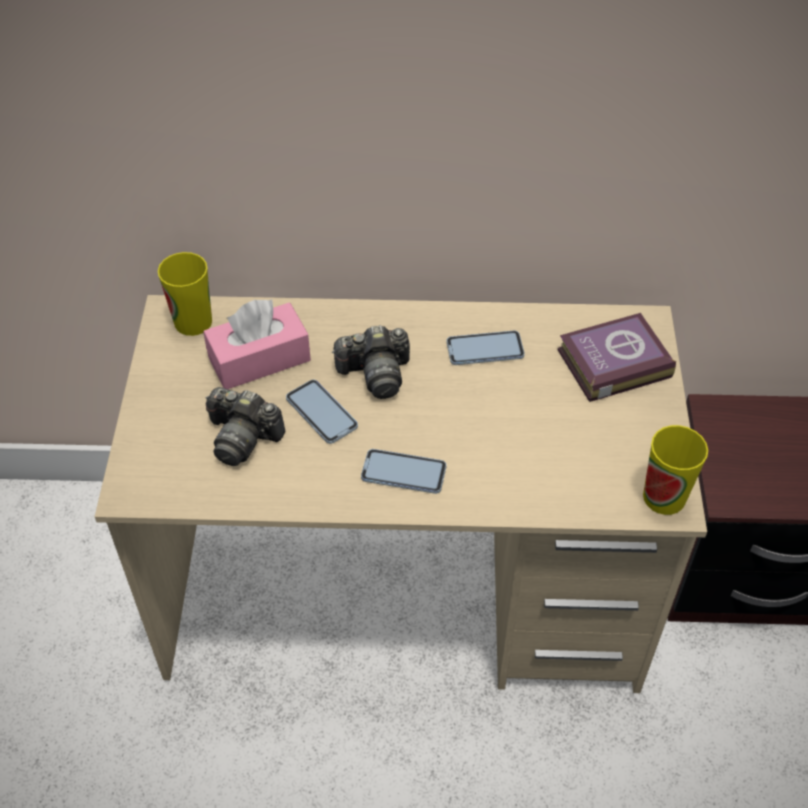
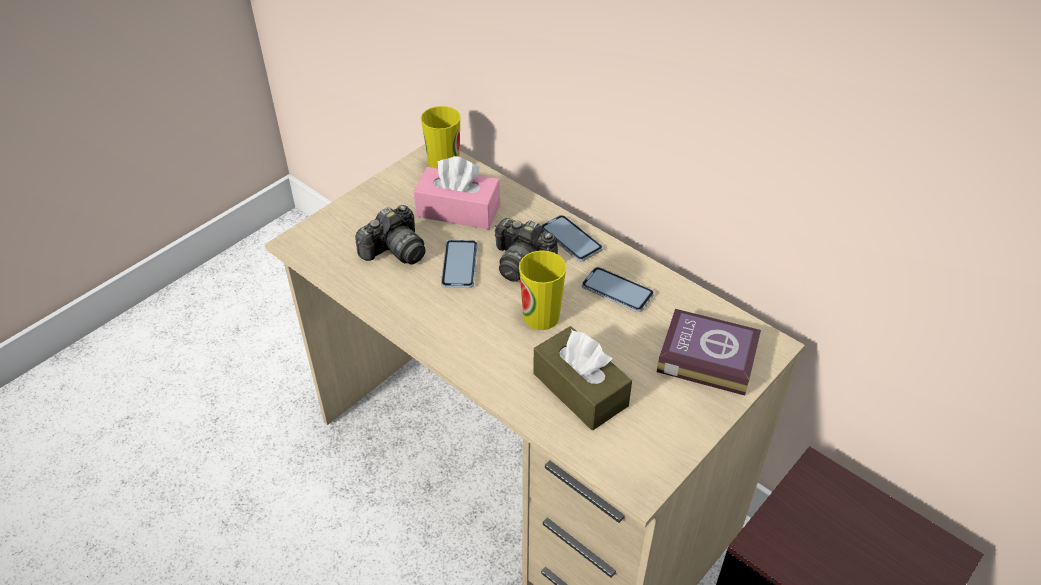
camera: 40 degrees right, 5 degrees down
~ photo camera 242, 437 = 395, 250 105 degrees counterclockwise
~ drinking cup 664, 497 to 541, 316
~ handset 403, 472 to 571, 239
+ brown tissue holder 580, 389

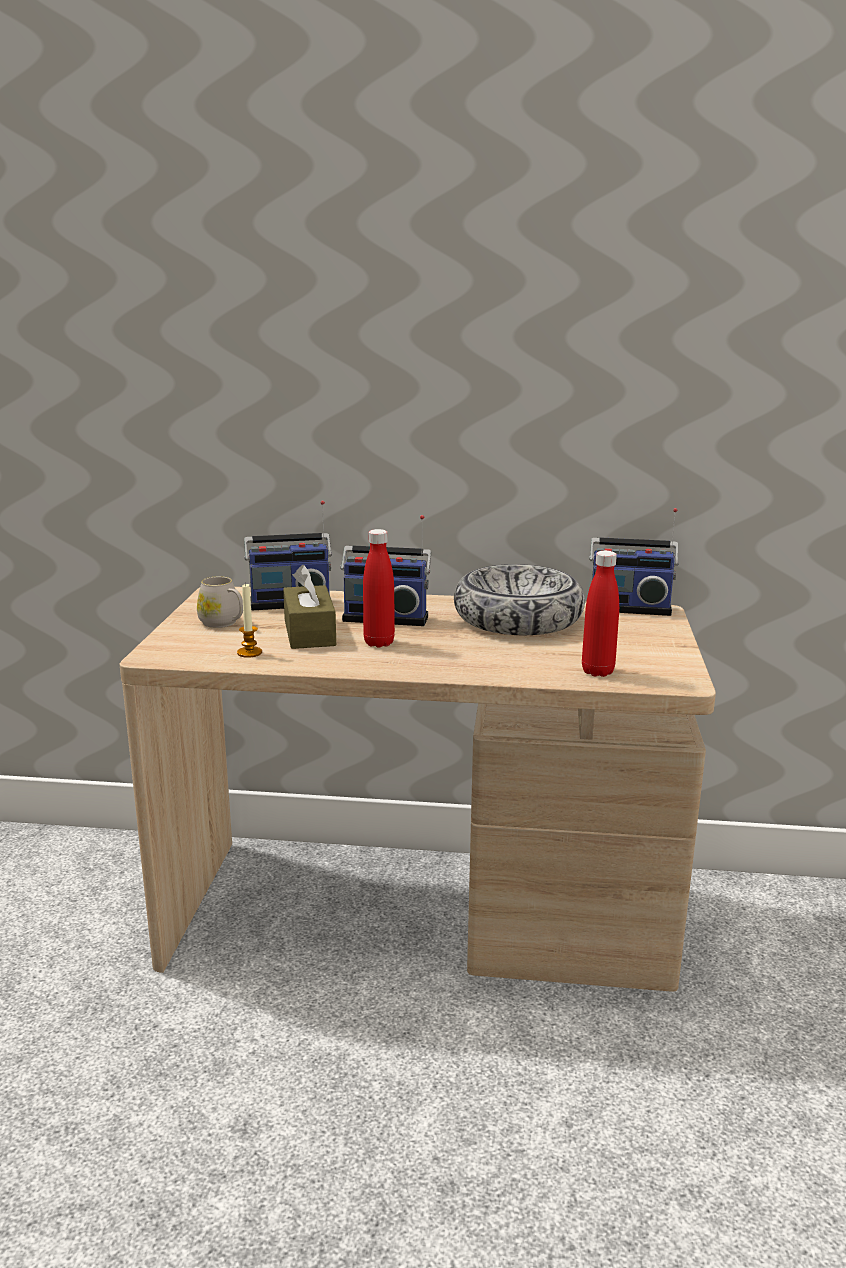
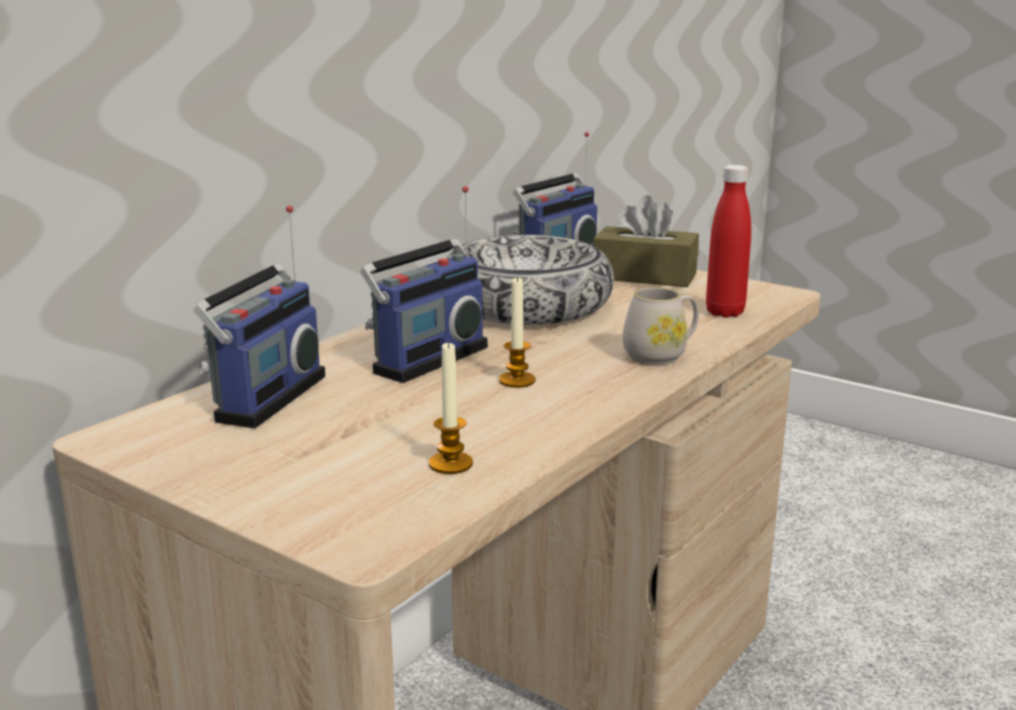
camera: 60 degrees left, 0 degrees up
~ red-coloured drink bottle 379, 643 to candle 517, 381
~ brown tissue holder 309, 633 to 644, 276
~ whitish mug 223, 623 to 661, 355

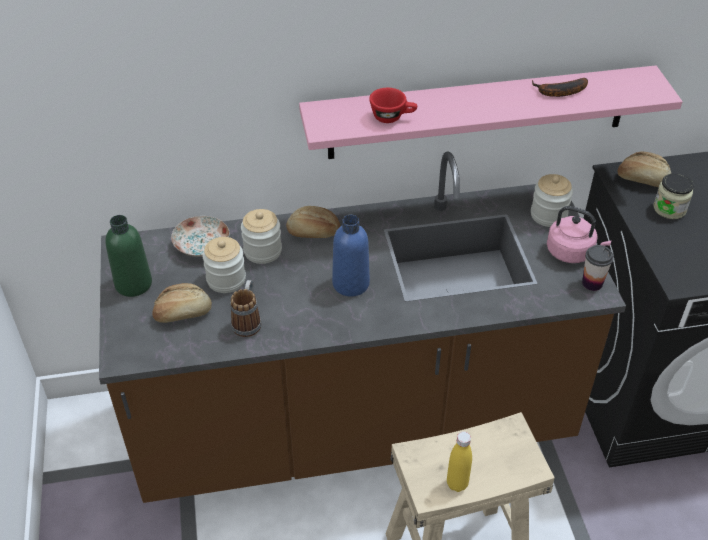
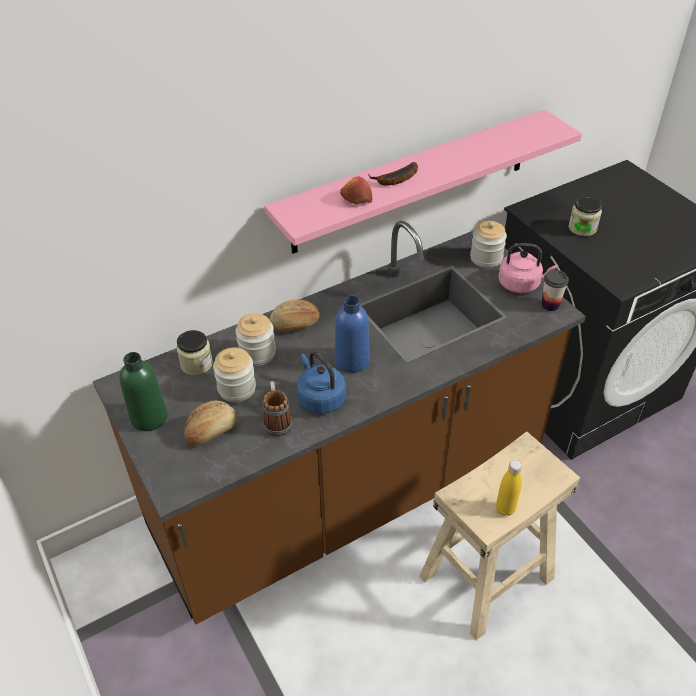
camera: 20 degrees left, 0 degrees up
~ whole banana 559, 92 to 395, 180
~ red-coloured drinking cup 392, 117 to whole apple 356, 199
- bread 642, 179
~ dinner plate 201, 245 to storage jar 196, 364
+ bluish water kettle 320, 398

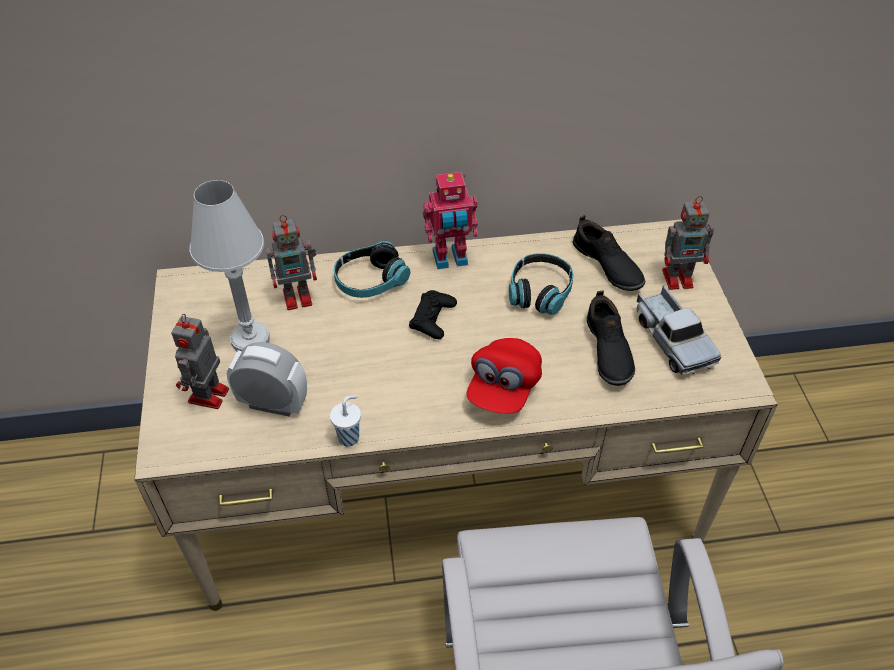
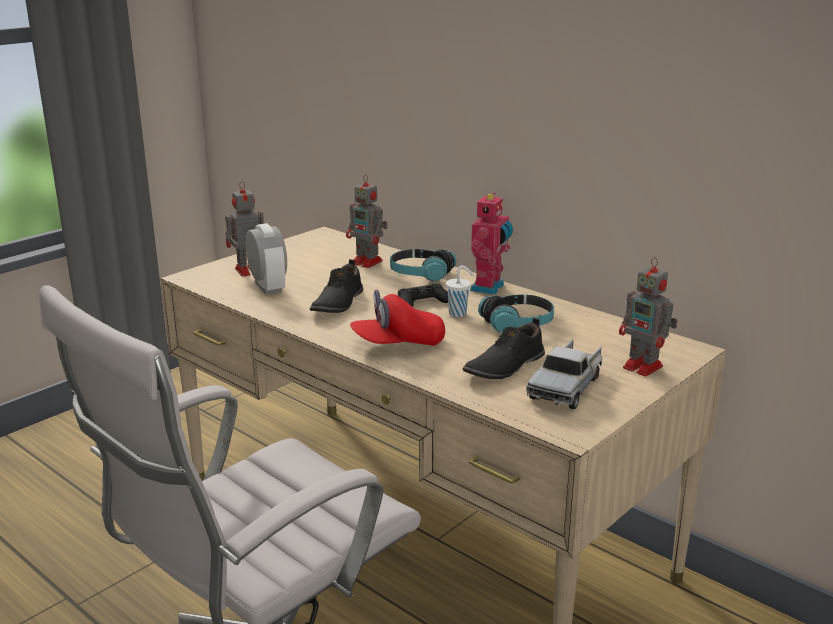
camera: 50 degrees right, 25 degrees down
~ model robot 450, 259 = 489, 288 105 degrees counterclockwise
- whitish table lamp 250, 340
~ blackish shoe 607, 266 to 337, 303
~ whitish drinking cup 349, 437 to 459, 314

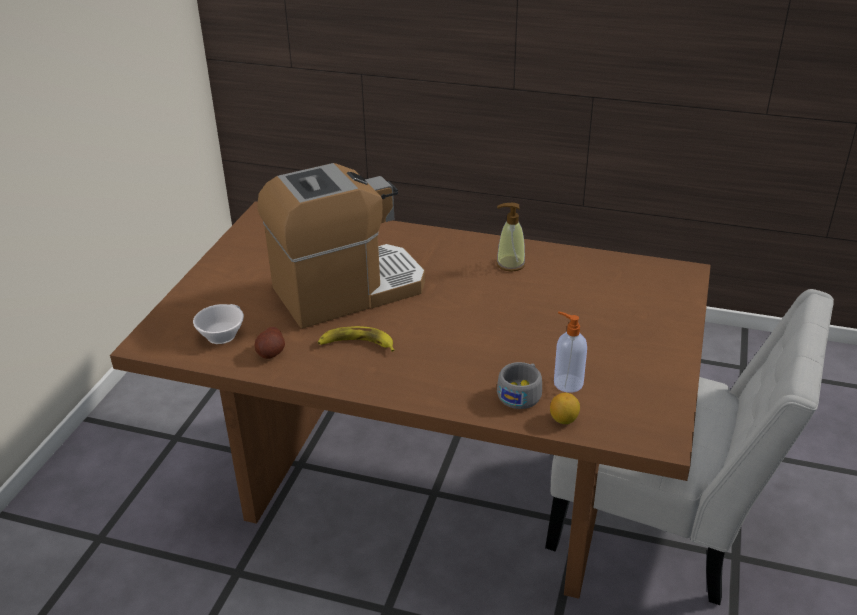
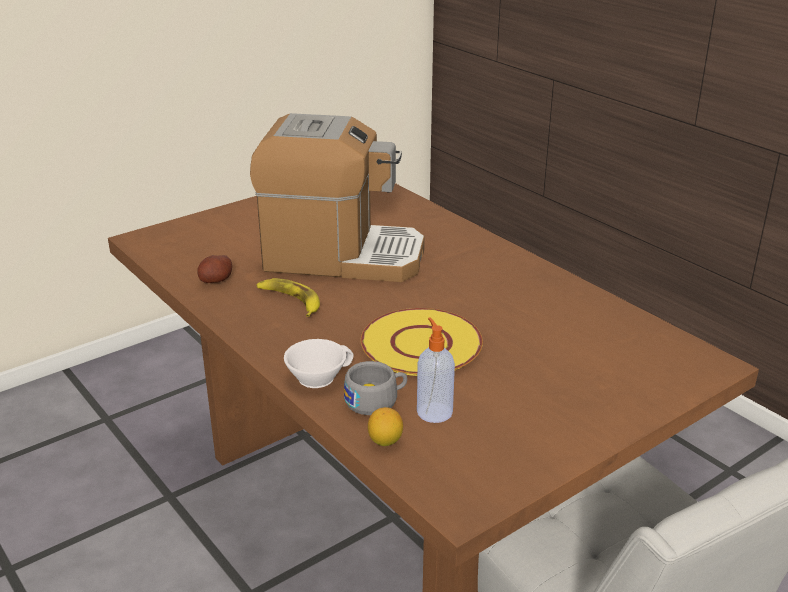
camera: 35 degrees right, 5 degrees down
- soap bottle 510, 264
~ whitish drinking cup 220, 334 to 317, 376
+ yellowish dinner plate 421, 345

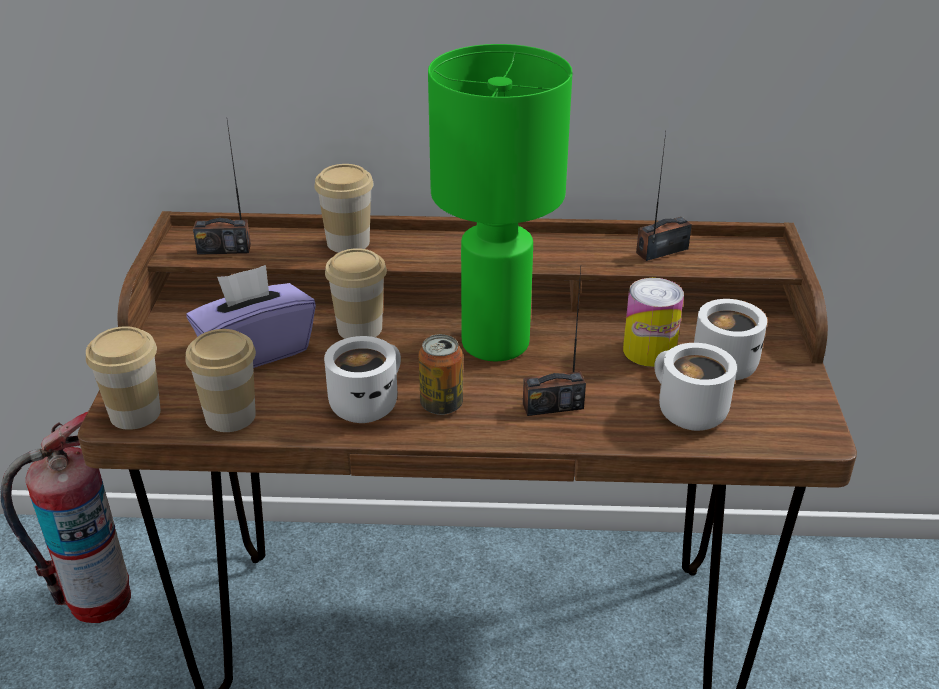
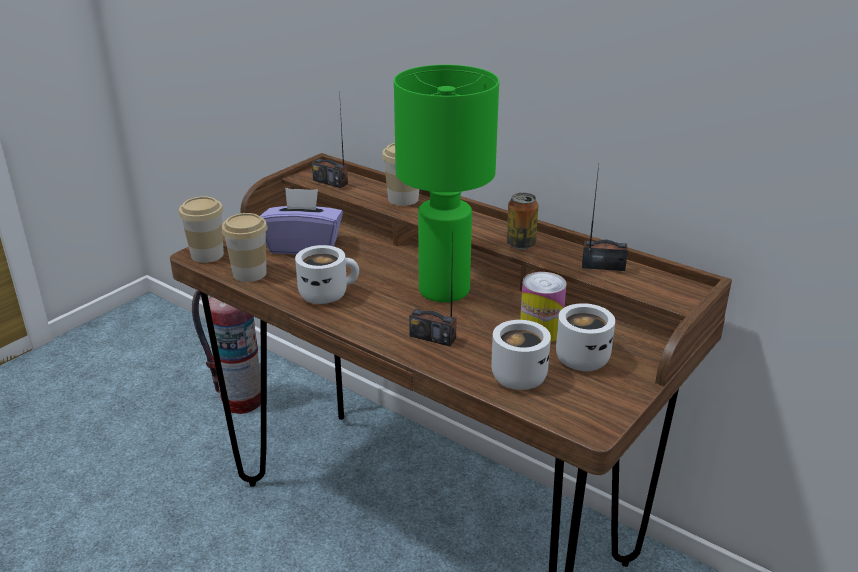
camera: 35 degrees right, 5 degrees down
- drinking cup 359, 328
~ can 441, 405 to 521, 244

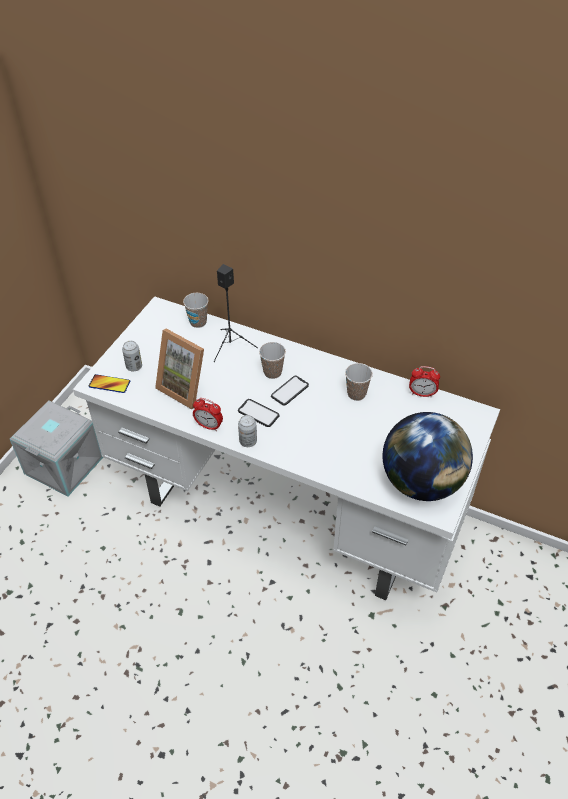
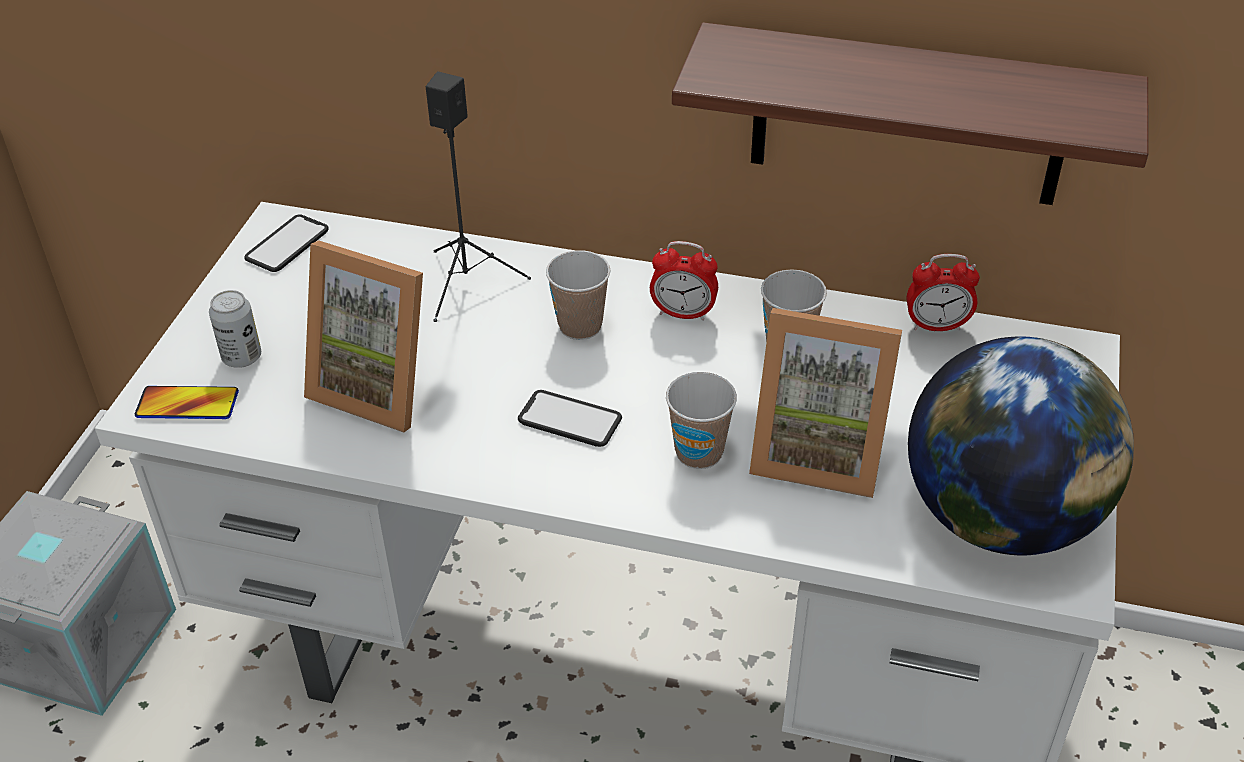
camera: 10 degrees left, 5 degrees down
~ drinking cup 198, 322 to 699, 453
~ handset 289, 391 to 287, 244
~ table clock 209, 426 to 683, 313
- can 248, 441
+ bracket shelf 908, 116
+ standing frame 818, 452

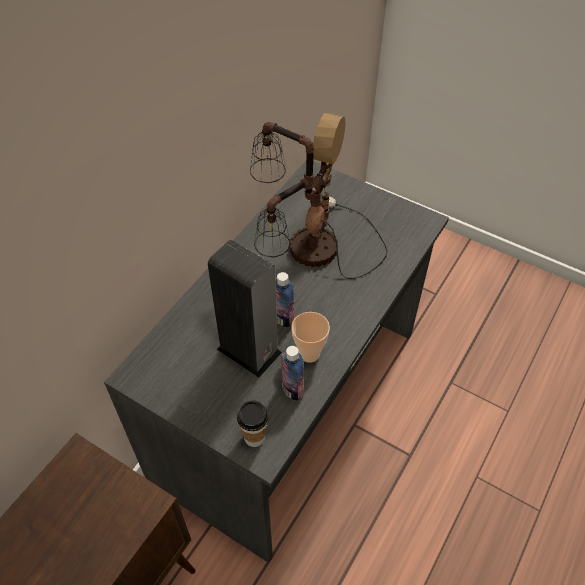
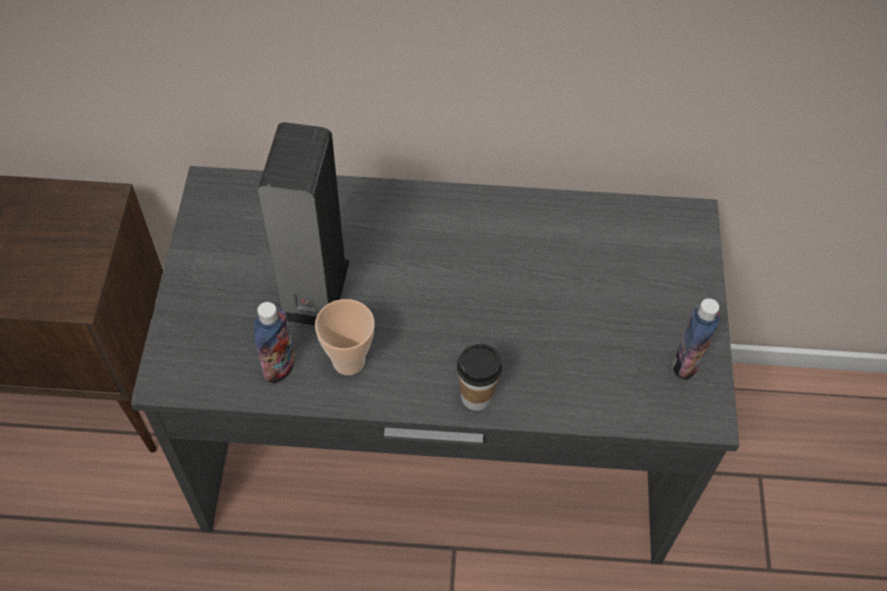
camera: 60 degrees right, 5 degrees up
- table lamp 310, 250
~ drink bottle 283, 318 to 686, 363
~ drinking cup 254, 437 to 476, 397

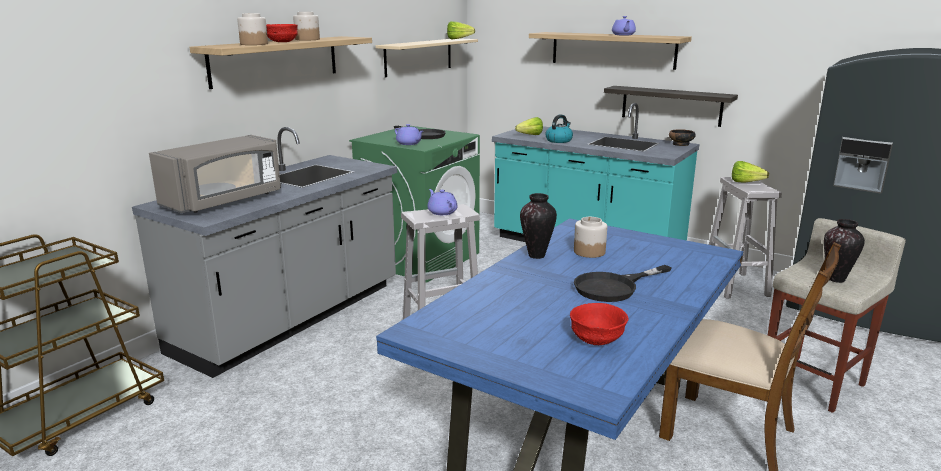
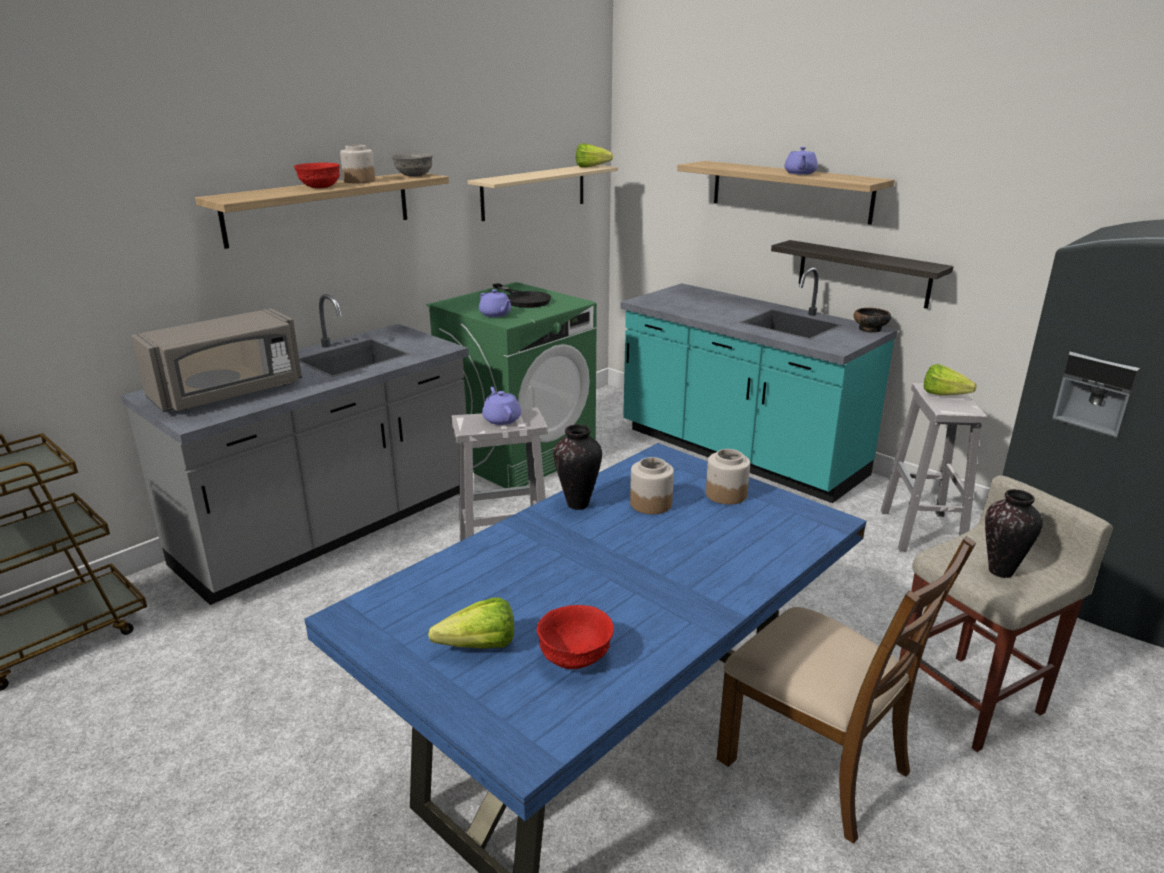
camera: 10 degrees right, 5 degrees up
~ storage jar 254, 44 to 725, 494
- water kettle 559, 140
~ lettuce 527, 135 to 472, 647
- blackish frying pan 613, 287
+ grey deep dish 414, 175

